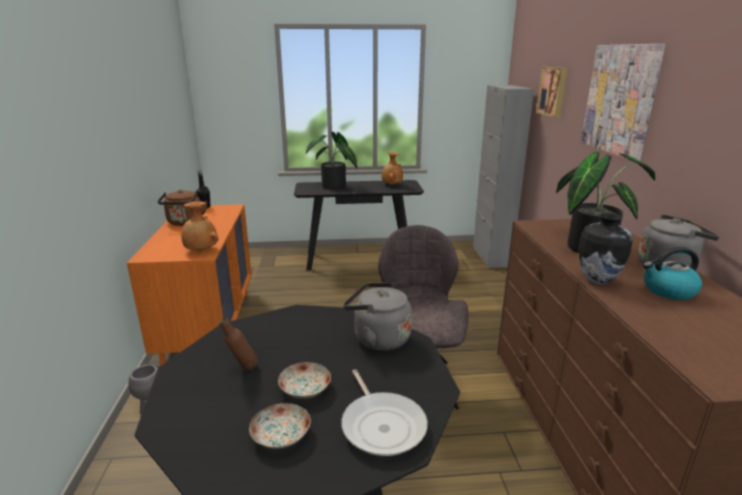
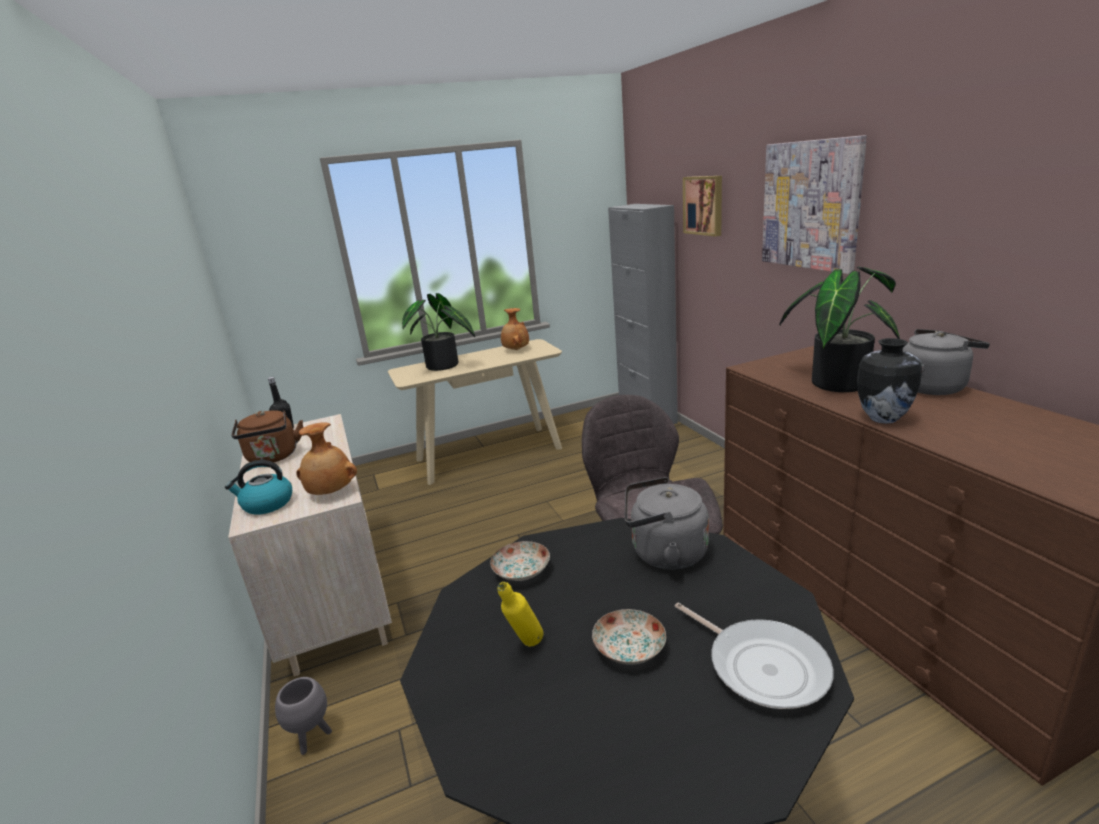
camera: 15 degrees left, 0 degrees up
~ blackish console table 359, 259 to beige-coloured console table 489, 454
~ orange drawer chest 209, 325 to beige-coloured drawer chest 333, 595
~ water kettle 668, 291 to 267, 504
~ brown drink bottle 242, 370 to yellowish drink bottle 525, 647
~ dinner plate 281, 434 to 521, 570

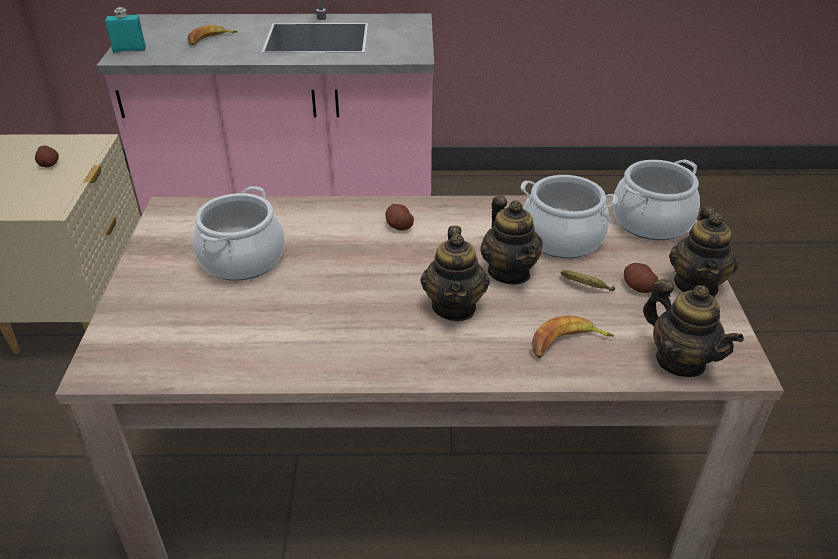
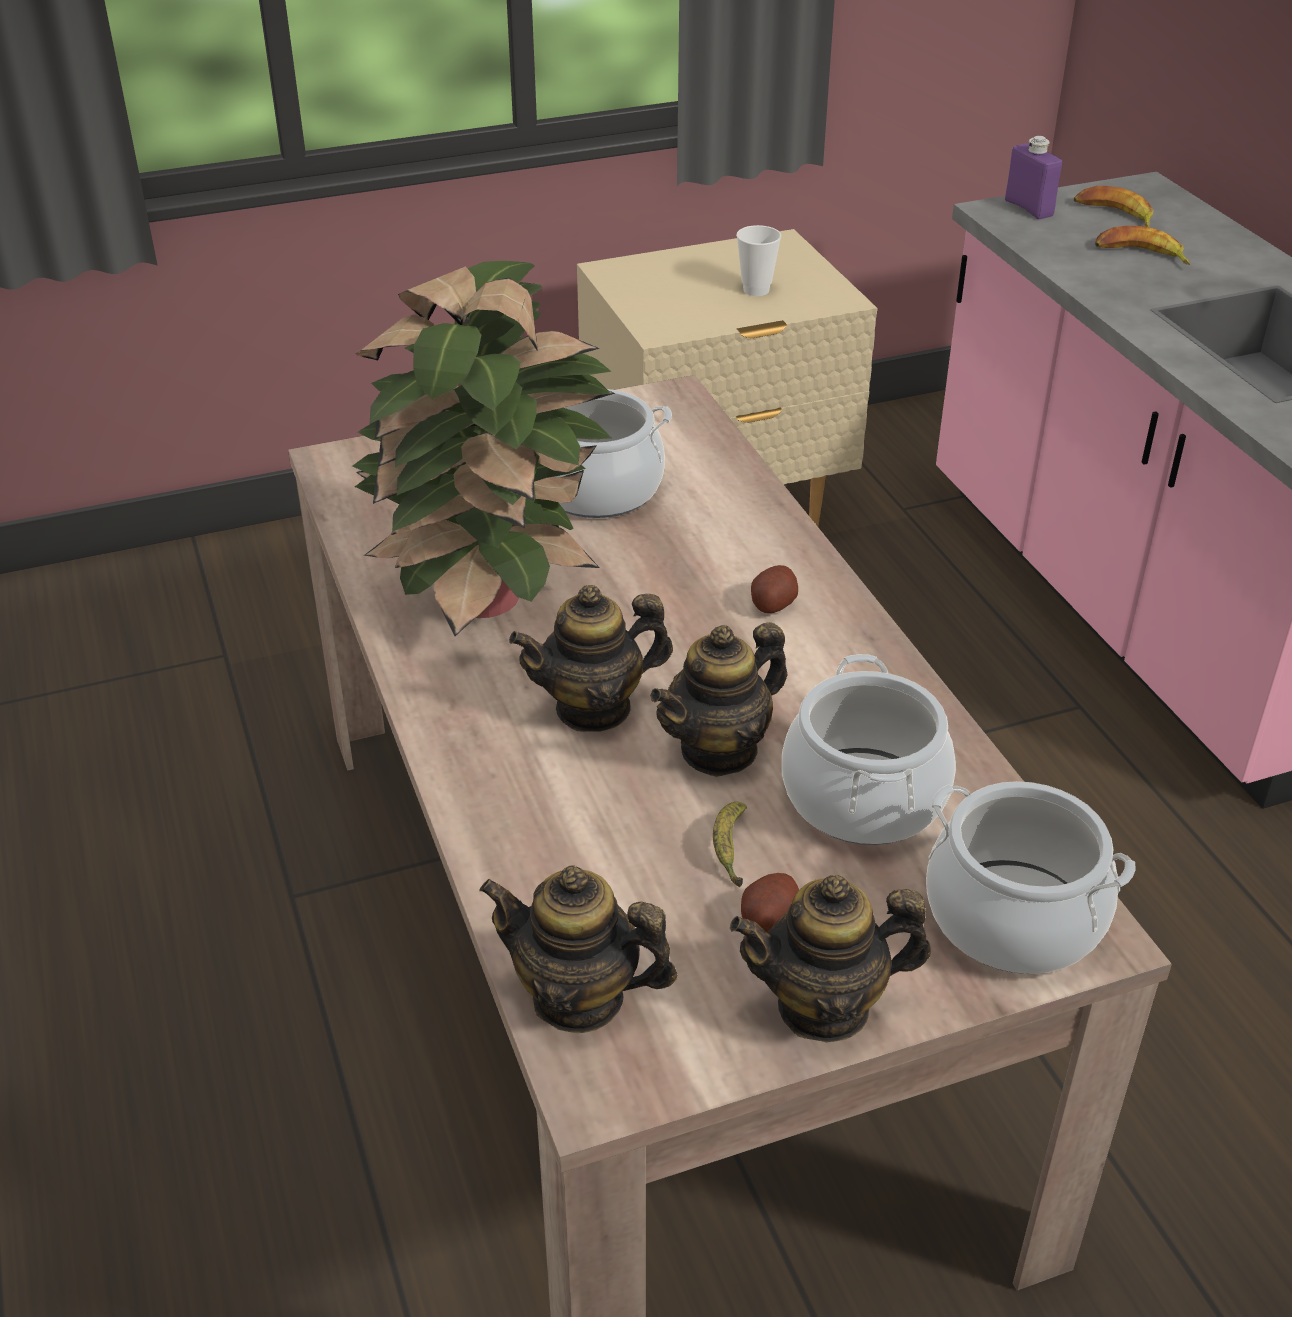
camera: 70 degrees right, 0 degrees up
~ turquoise-coloured drink bottle 129, 49 to purple-coloured drink bottle 1028, 208
~ spud 49, 164 to drinking cup 756, 290
~ teapot 680, 361 = 579, 998 75 degrees clockwise
~ whole banana 566, 343 to 1114, 215
+ potted plant 492, 596

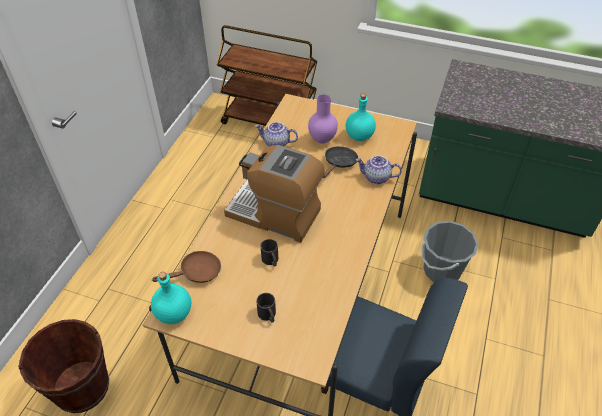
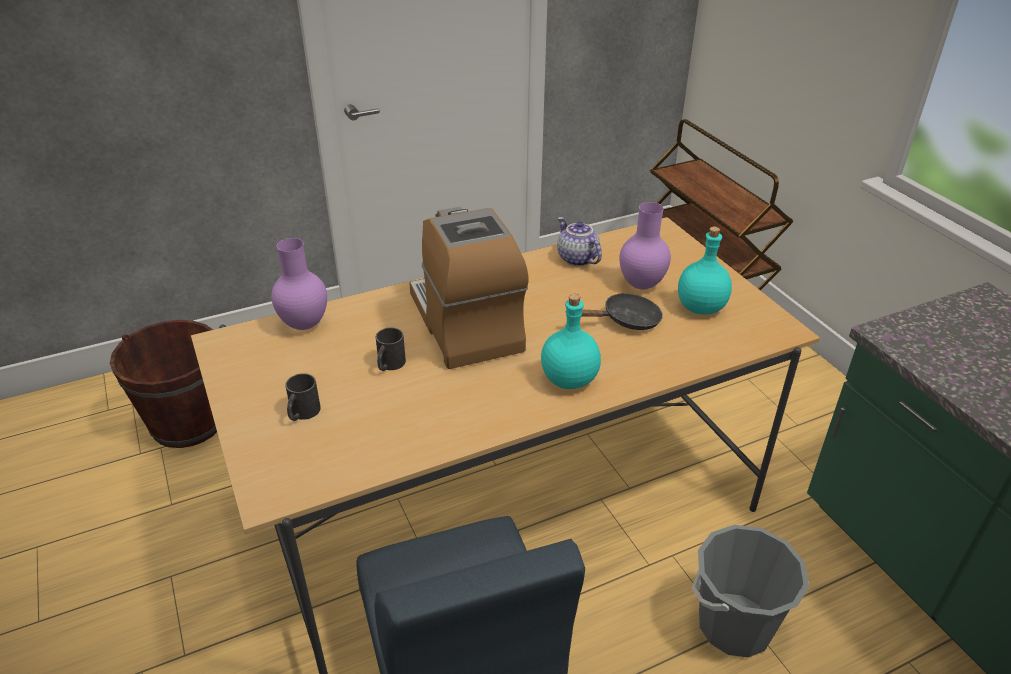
camera: 45 degrees right, 10 degrees down
- teapot 376, 178
~ brown frying pan 197, 272 to purple-coloured decorative vase 303, 325
~ turquoise-coloured drink bottle 173, 314 to 568, 379

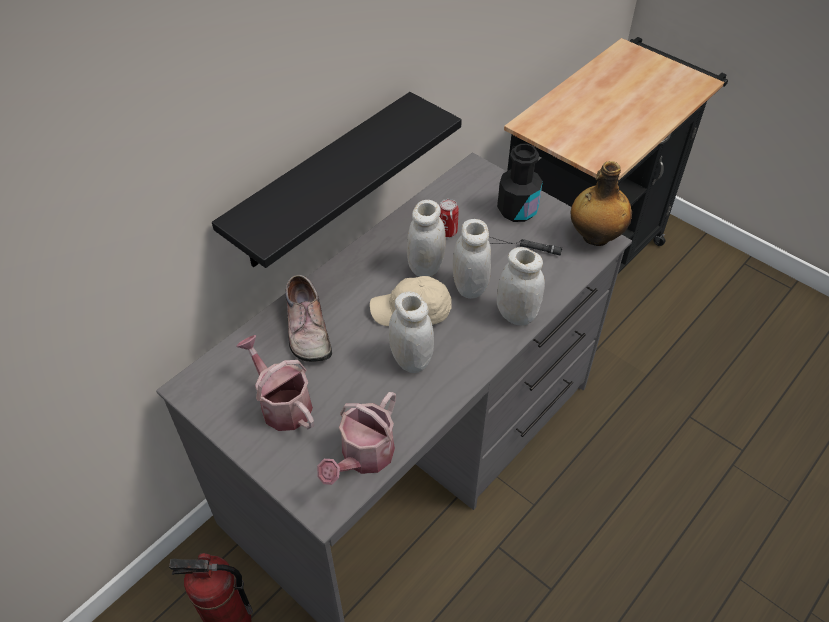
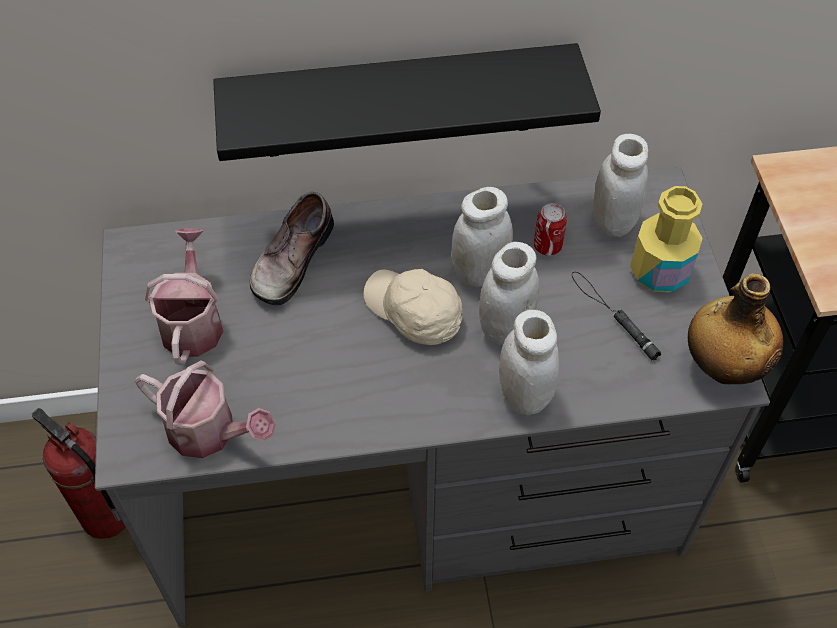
camera: 40 degrees right, 5 degrees up
~ blackish drink bottle 517, 210 to yellowish drink bottle 659, 271
~ whitish storage jar 411, 360 to 613, 222
~ watering pot 363, 457 = 210, 433 135 degrees counterclockwise

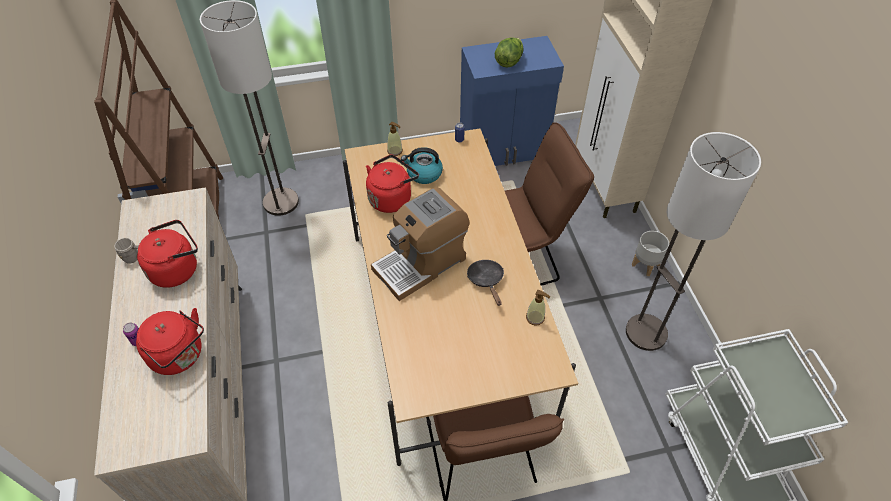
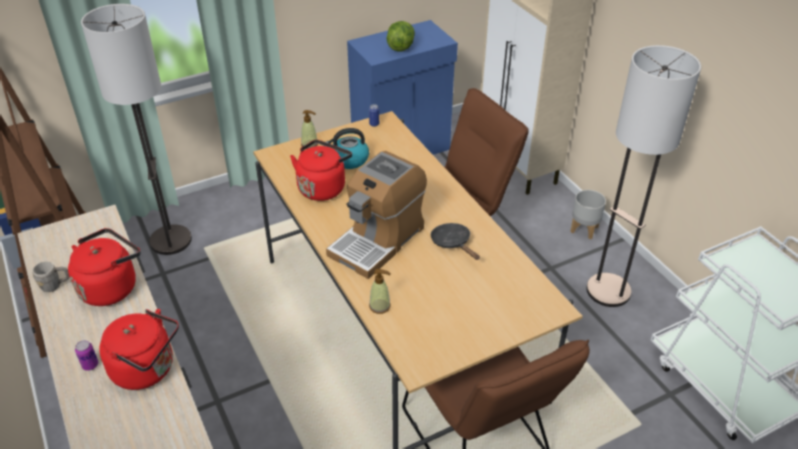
camera: 15 degrees left, 10 degrees down
~ soap bottle 535, 318 to 380, 306

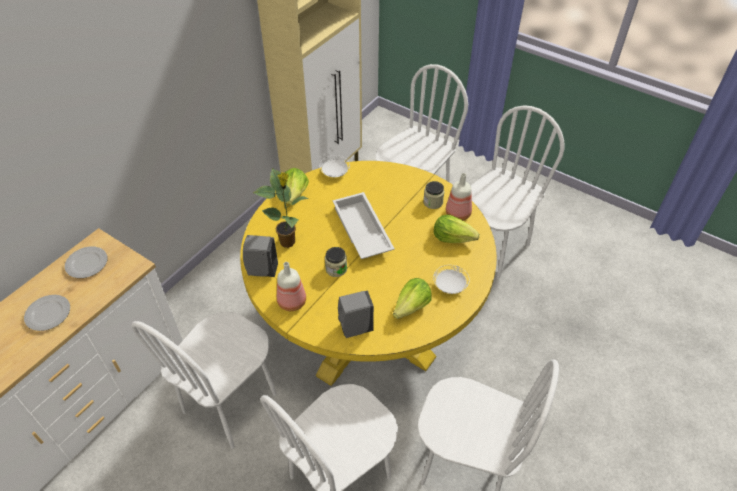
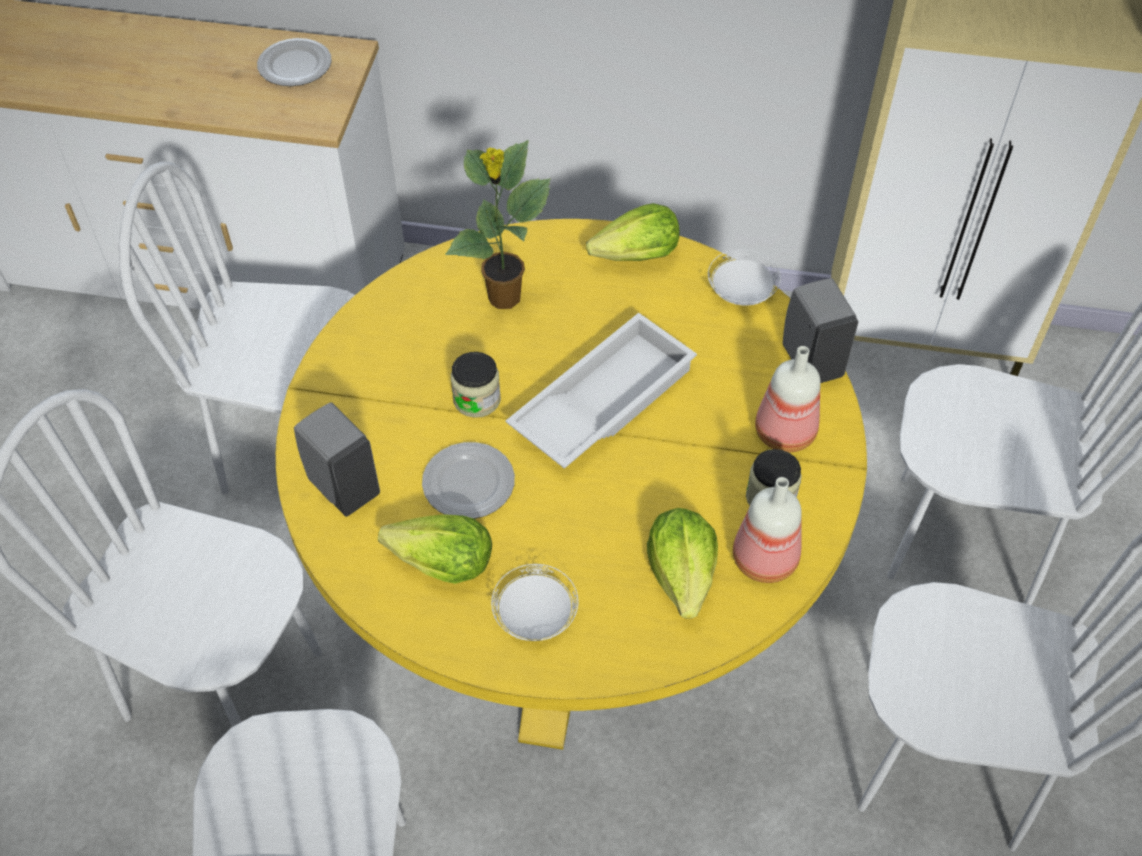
camera: 65 degrees right, 5 degrees up
~ grey soap bottle 261, 270 to 810, 360
~ drink bottle 293, 302 to 785, 434
~ dinner plate 49, 314 to 469, 484

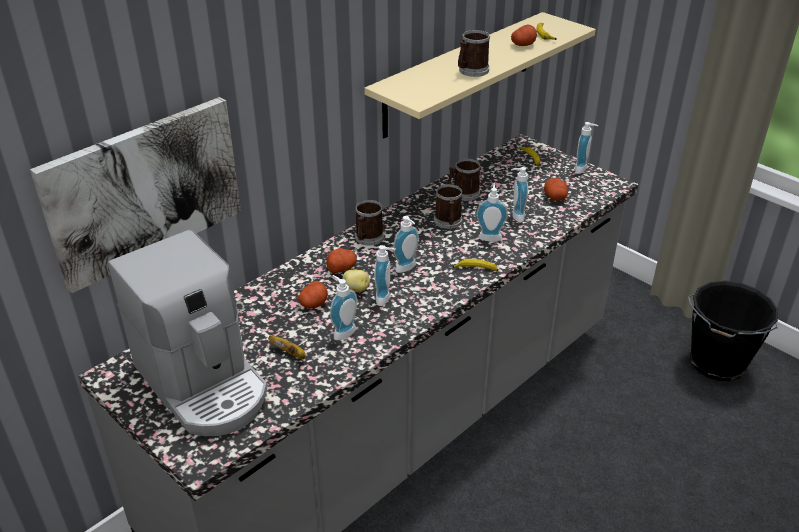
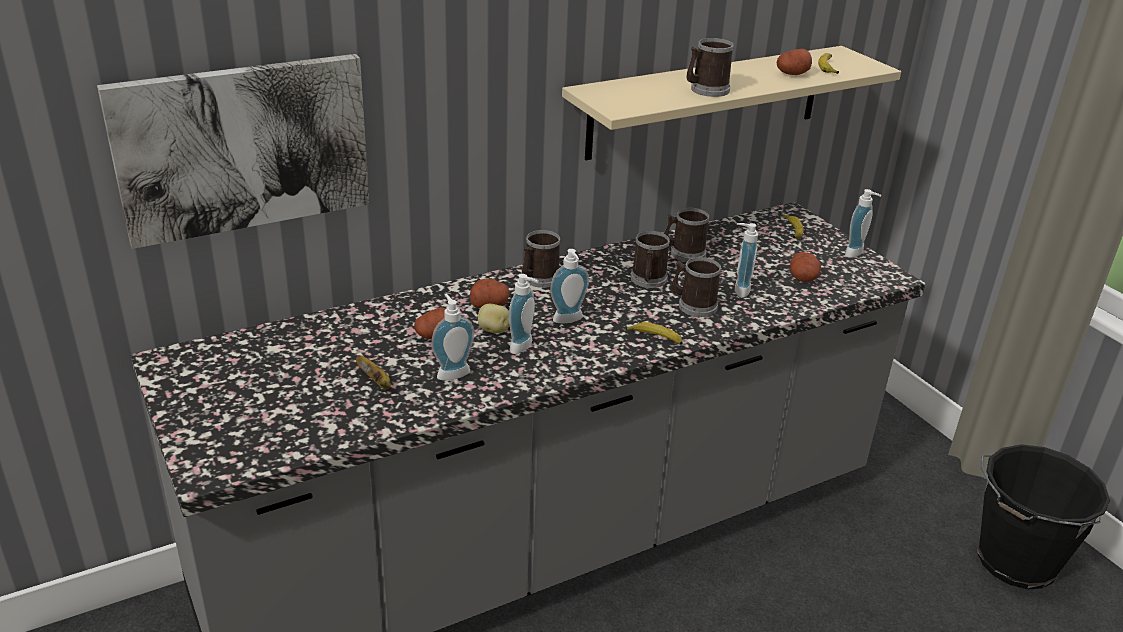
camera: 15 degrees right, 5 degrees down
~ soap bottle 490, 236 to mug 693, 305
- coffee maker 203, 384

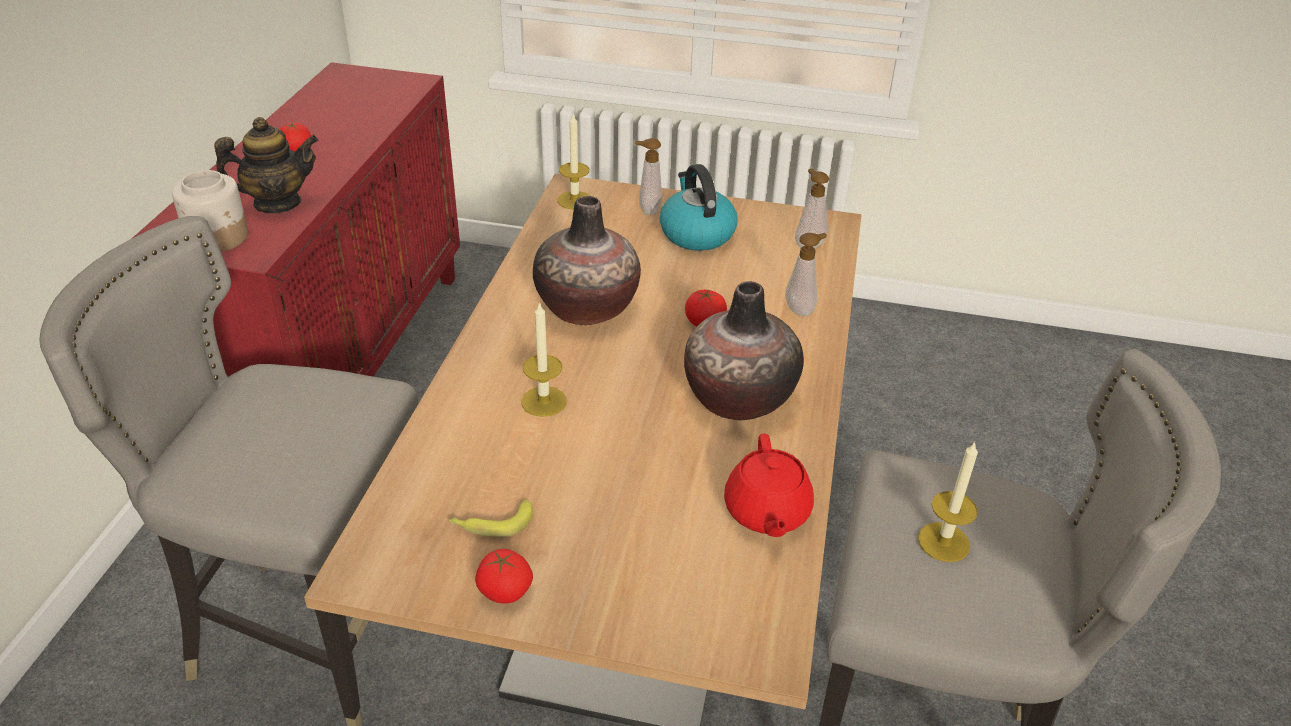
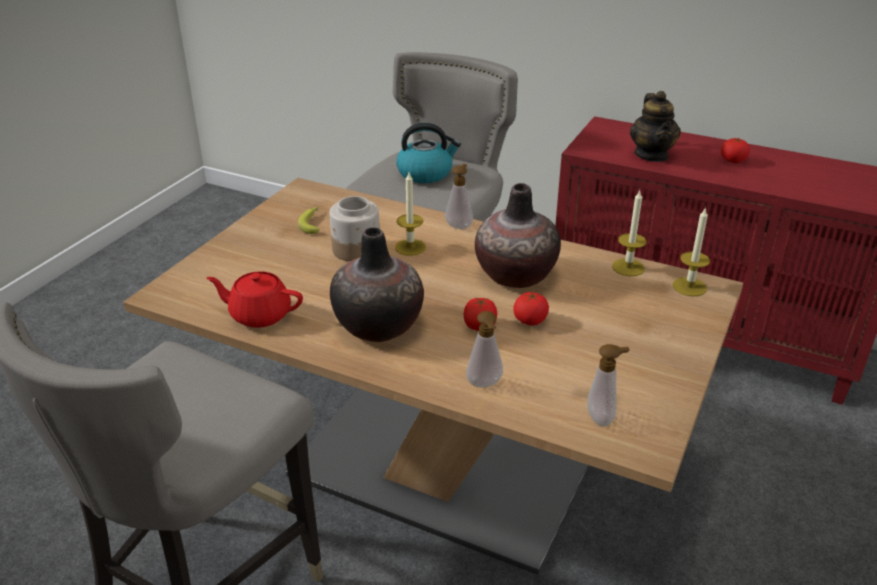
camera: 105 degrees right, 5 degrees down
~ soap bottle 647, 210 to 459, 225
~ water kettle 696, 233 to 425, 173
~ storage jar 218, 237 to 356, 250
~ candle 943, 542 to 628, 267
~ whole tomato 505, 591 to 530, 320

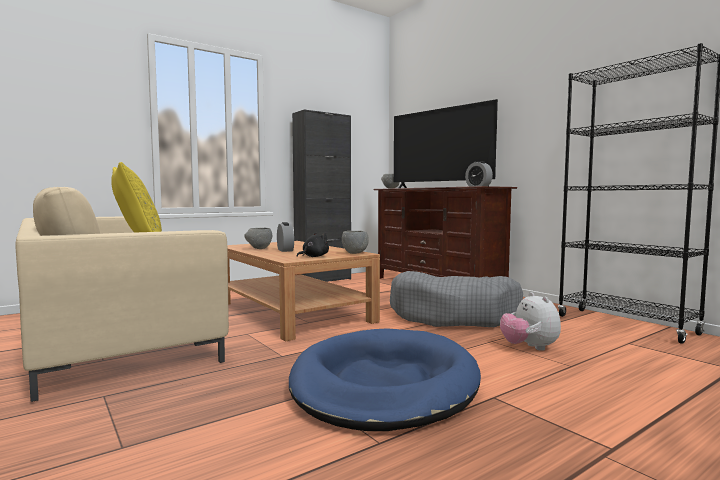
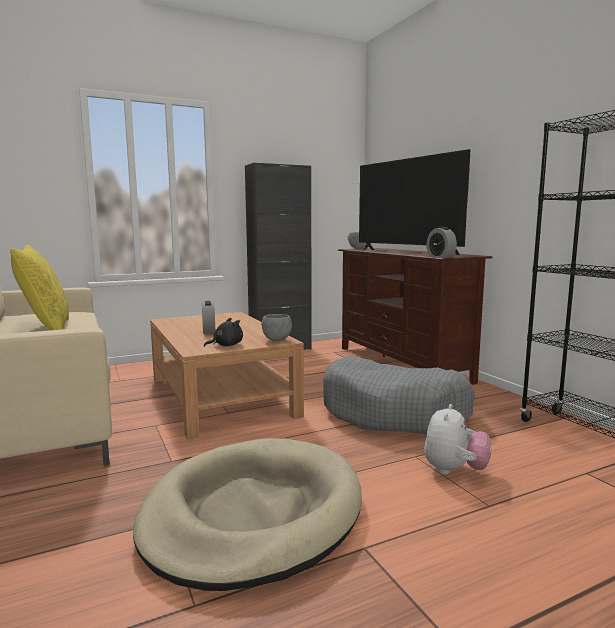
camera: 10 degrees right, 5 degrees up
- grey deep dish 259, 248
~ soft toy 529, 348 = 454, 471 150 degrees counterclockwise
~ bluish pet bed 384, 384 to beige-coloured pet bed 253, 514

